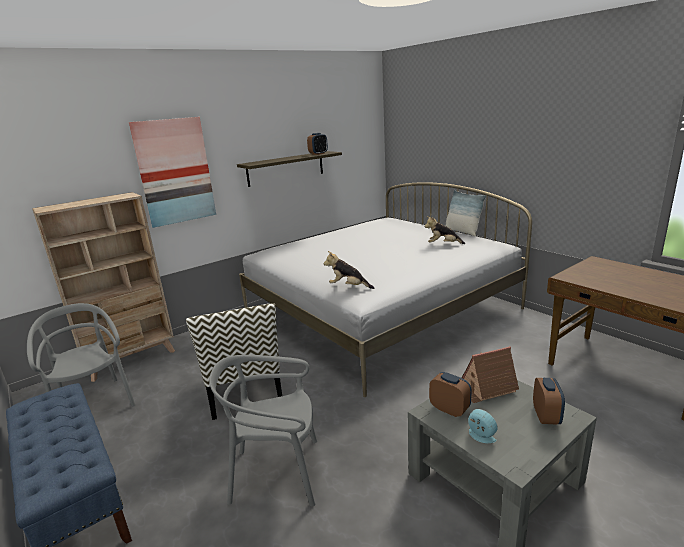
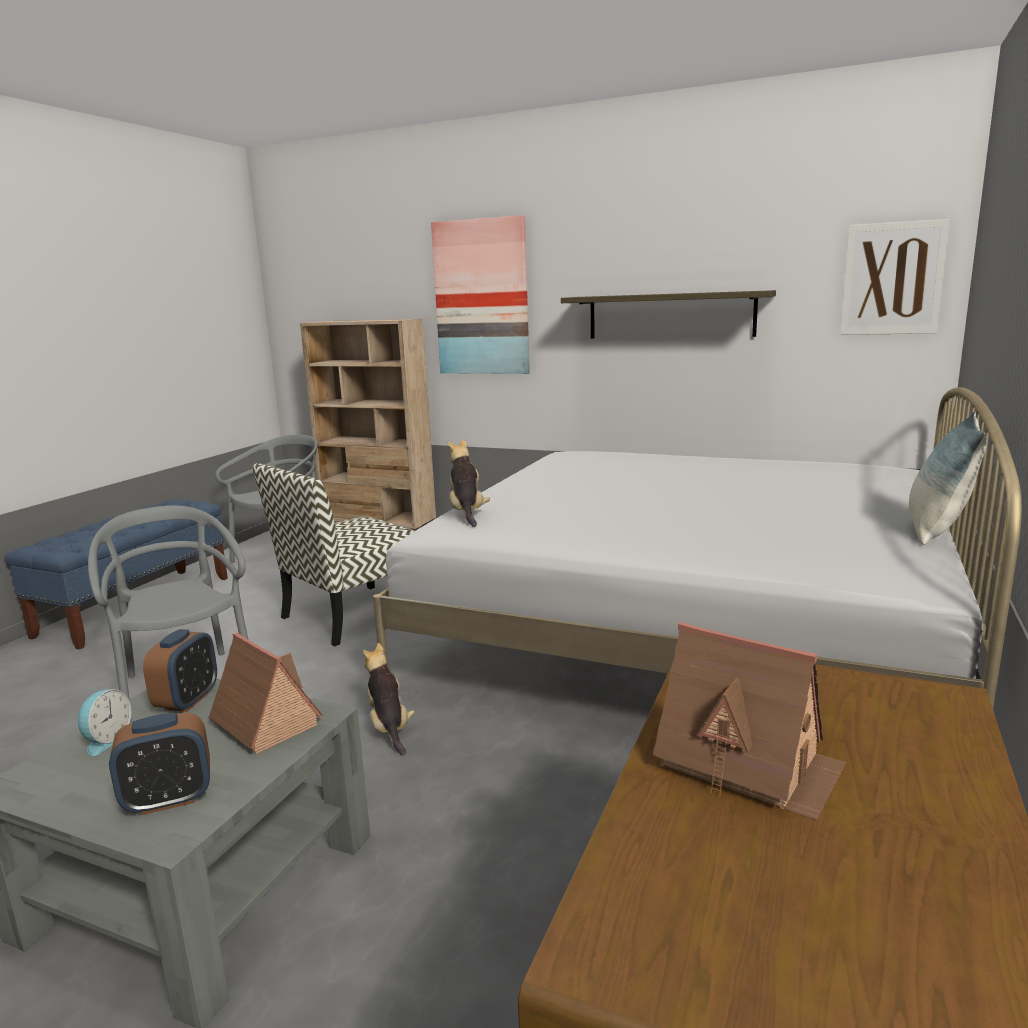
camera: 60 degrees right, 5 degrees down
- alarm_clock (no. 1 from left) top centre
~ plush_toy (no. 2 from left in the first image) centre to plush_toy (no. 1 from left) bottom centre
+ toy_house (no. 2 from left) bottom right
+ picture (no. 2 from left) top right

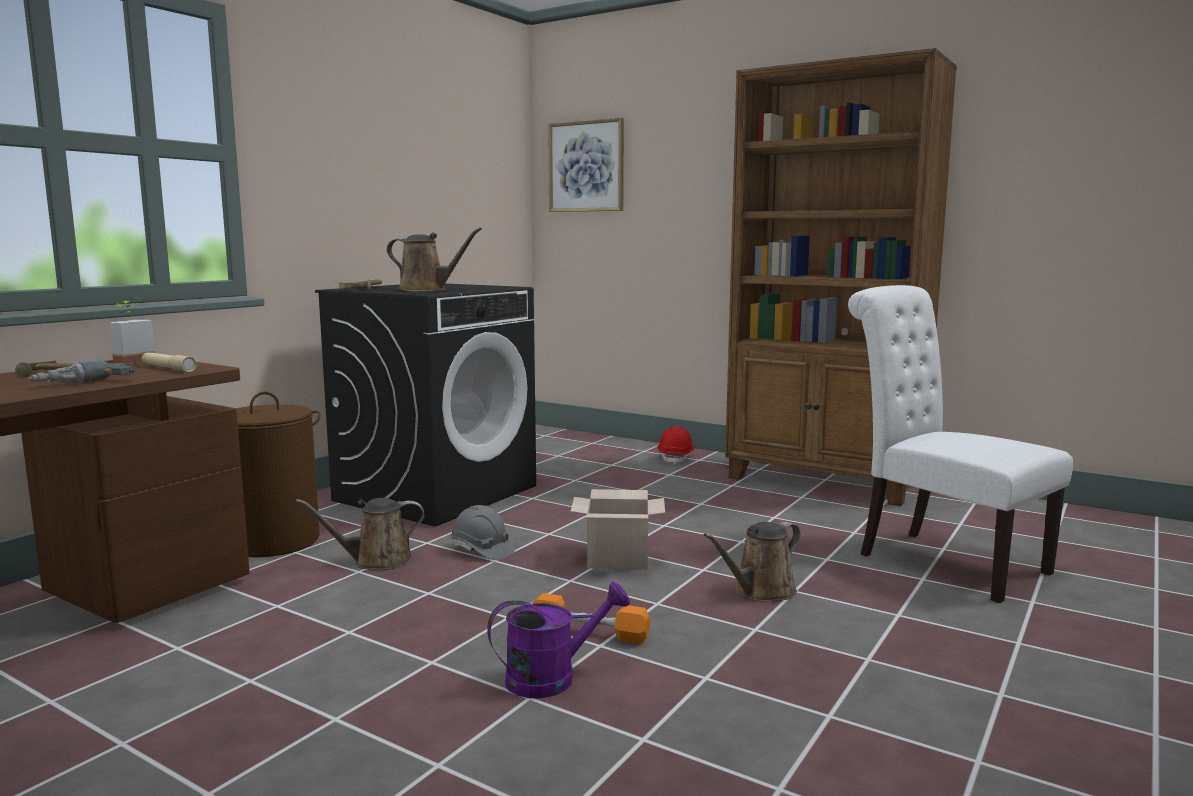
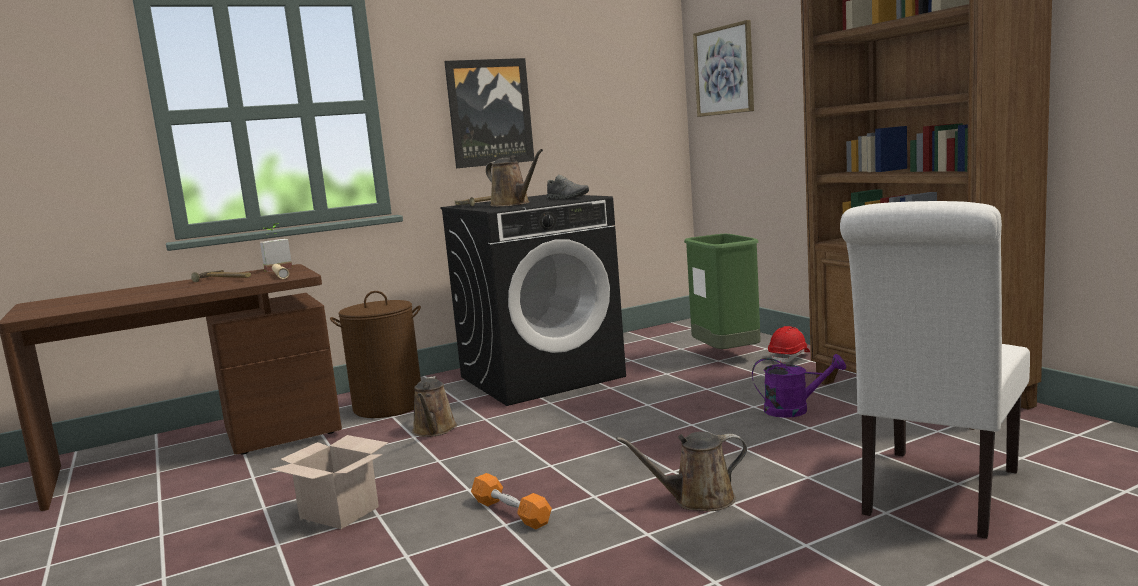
camera: 30 degrees right, 0 degrees up
- power_drill middle left
~ brown_watering_can (no. 1 from left) bottom left = bottom centre 105 degrees counterclockwise
- grey_hard_hat bottom centre
~ purple_watering_can bottom centre to middle right
~ cardboard_box centre to bottom left
~ white_chair middle right = middle right 135 degrees counterclockwise
+ picture (no. 1 from left) top centre
+ grey_shoe top centre
+ green_trash_can centre

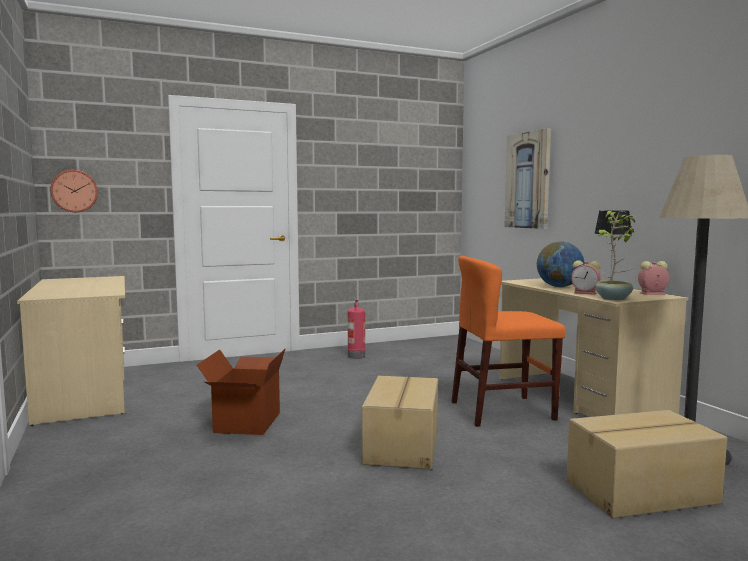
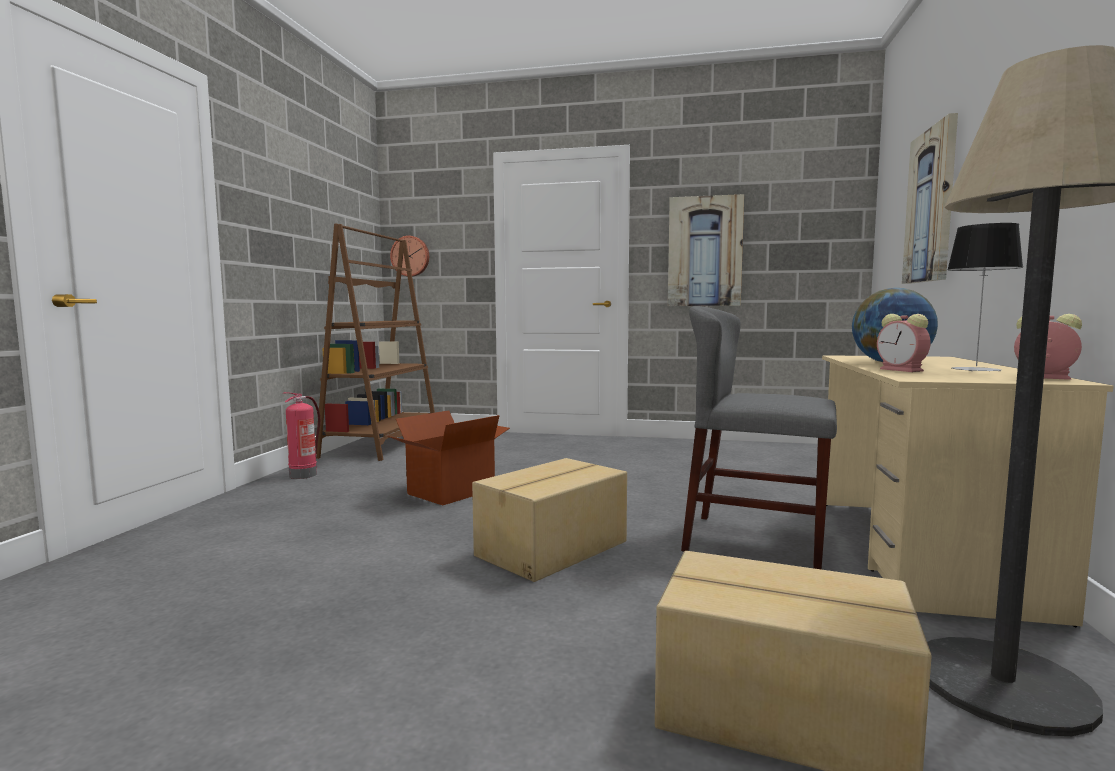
camera: 35 degrees right, 0 degrees up
~ beige_desk (no. 1 from left) middle left to brown_bookcase centre
~ fire_extinguisher centre to middle left
~ orange_chair middle right to grey_chair middle right
- potted_plant middle right
+ picture (no. 1 from left) top centre

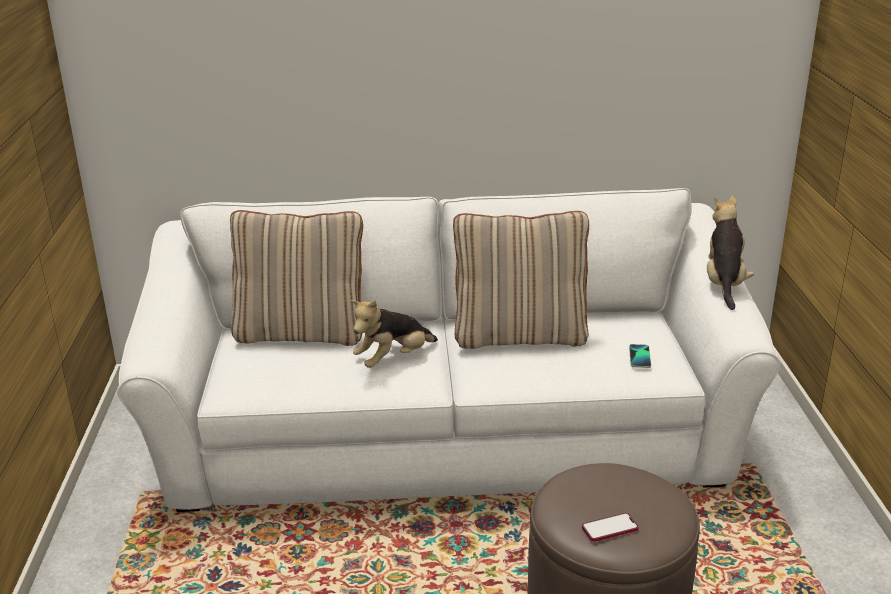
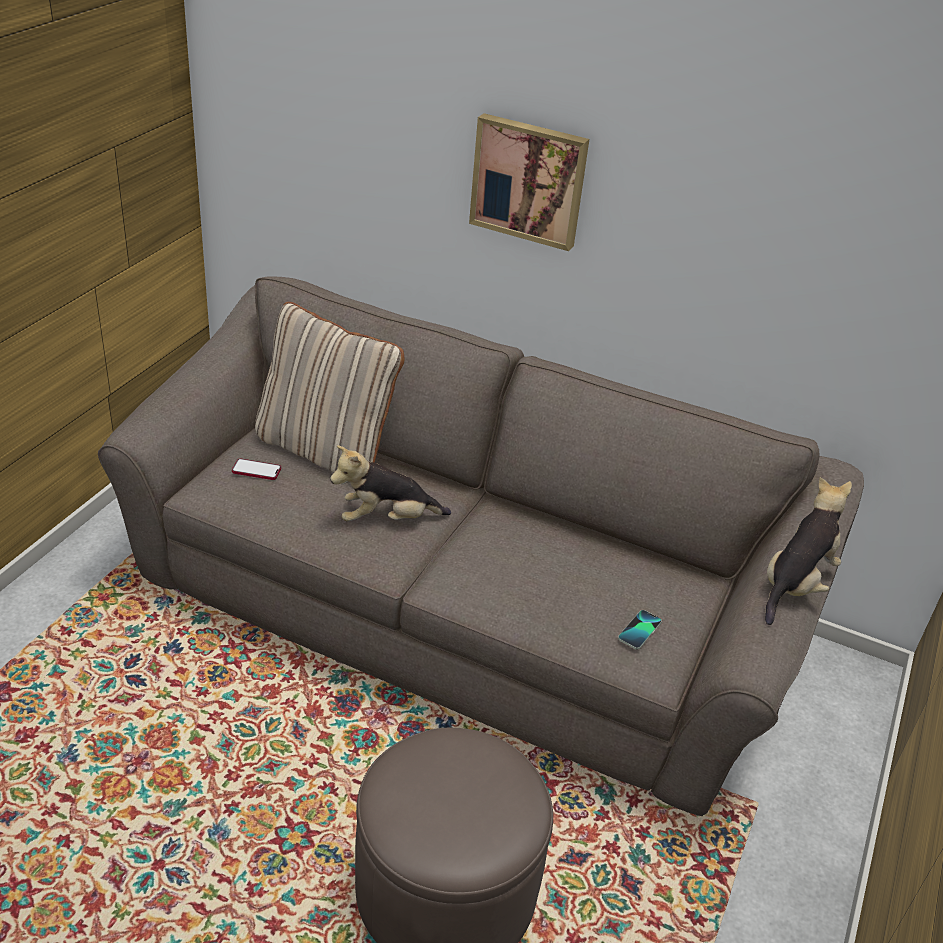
camera: 25 degrees right, 10 degrees up
~ white_sofa centre to brown_sofa centre
- beige_pillow (no. 2 from left) centre
~ phone (no. 1 from left) bottom right to middle left
+ picture top centre

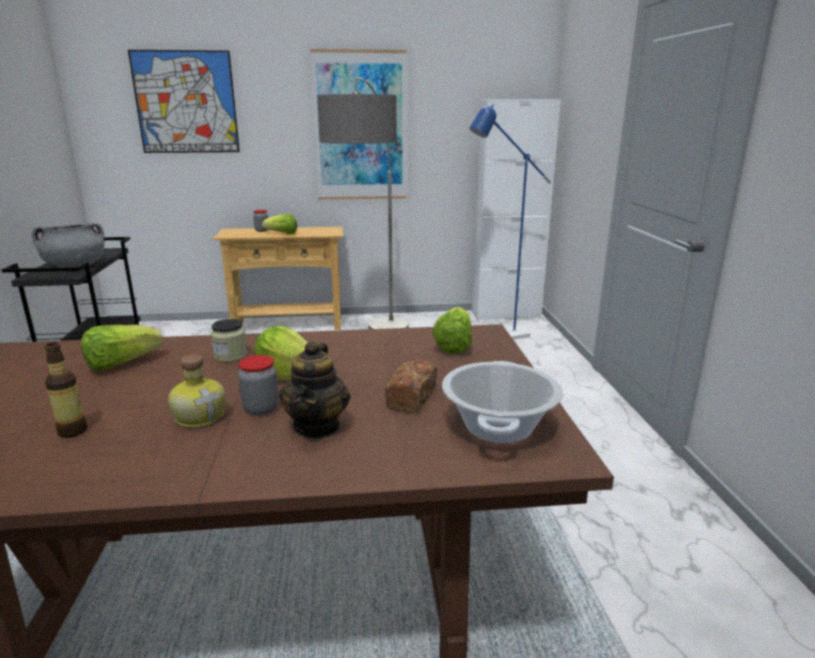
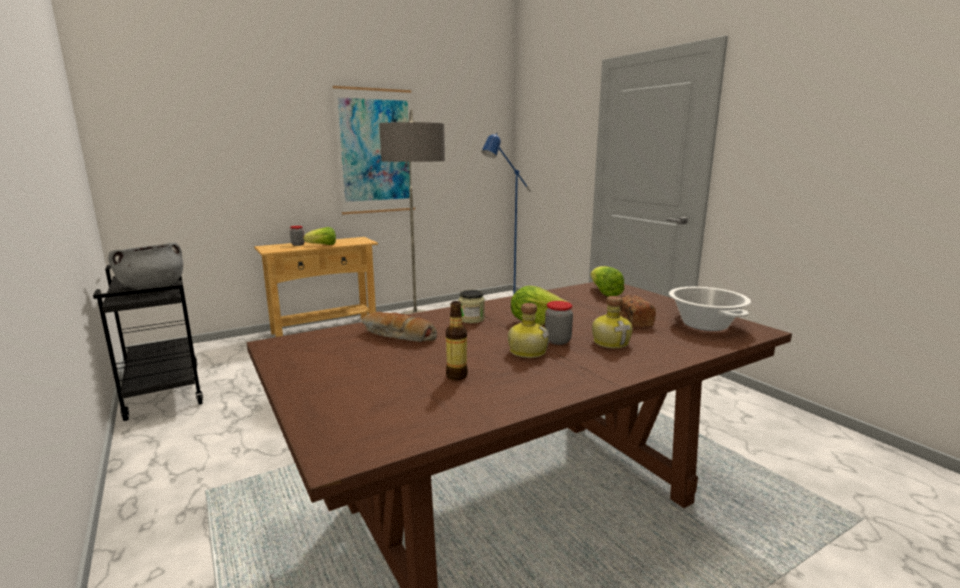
camera: 25 degrees left, 5 degrees down
~ lettuce (no. 1 from left) middle left to bread (no. 1 from left) centre
- picture (no. 1 from left) top left
~ teapot centre to bottle (no. 3 from left) centre
- white_cabinet top centre

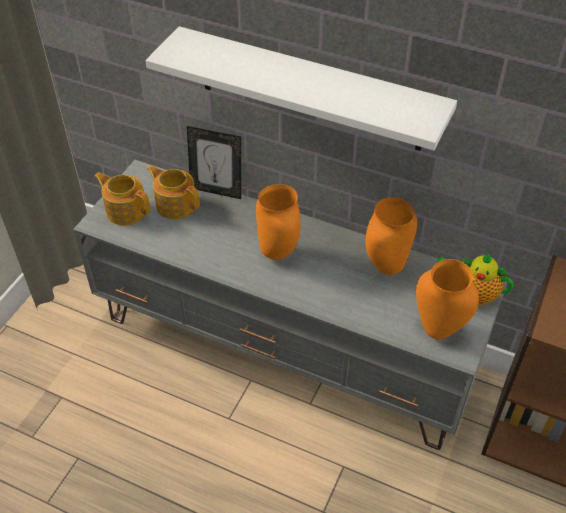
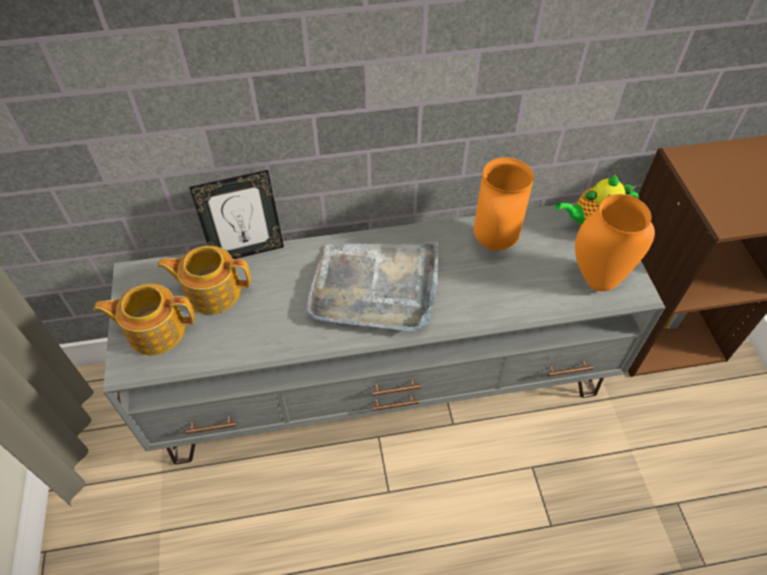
camera: 35 degrees left, 5 degrees up
- white_shelf top centre
~ orange_vase (no. 1 from left) centre to grey_tray centre

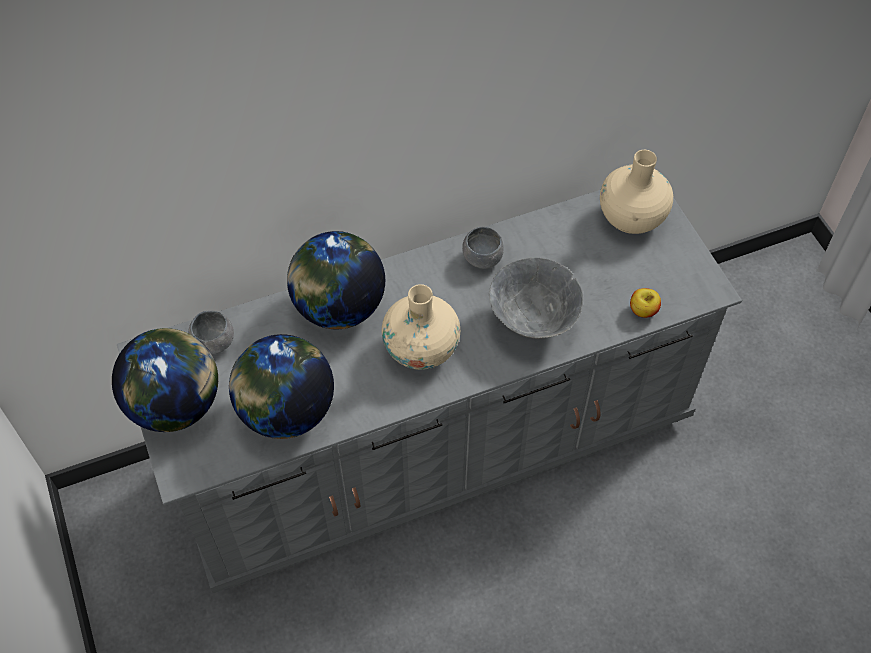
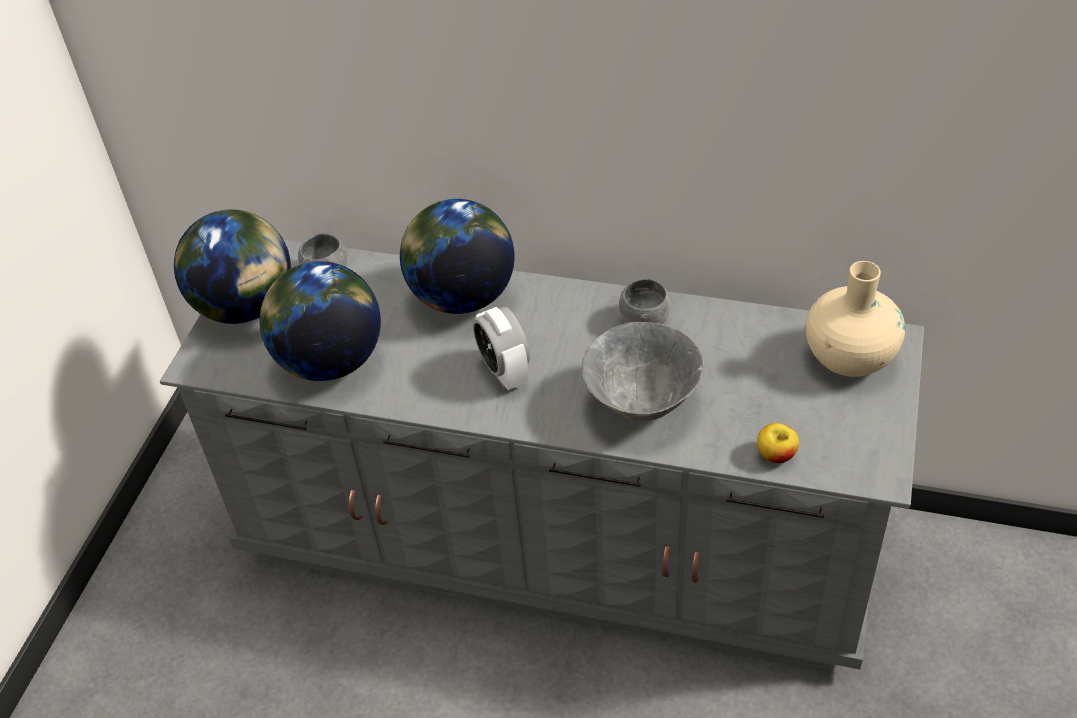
camera: 40 degrees right, 10 degrees down
~ beige_vase (no. 1 from left) centre to alarm_clock centre

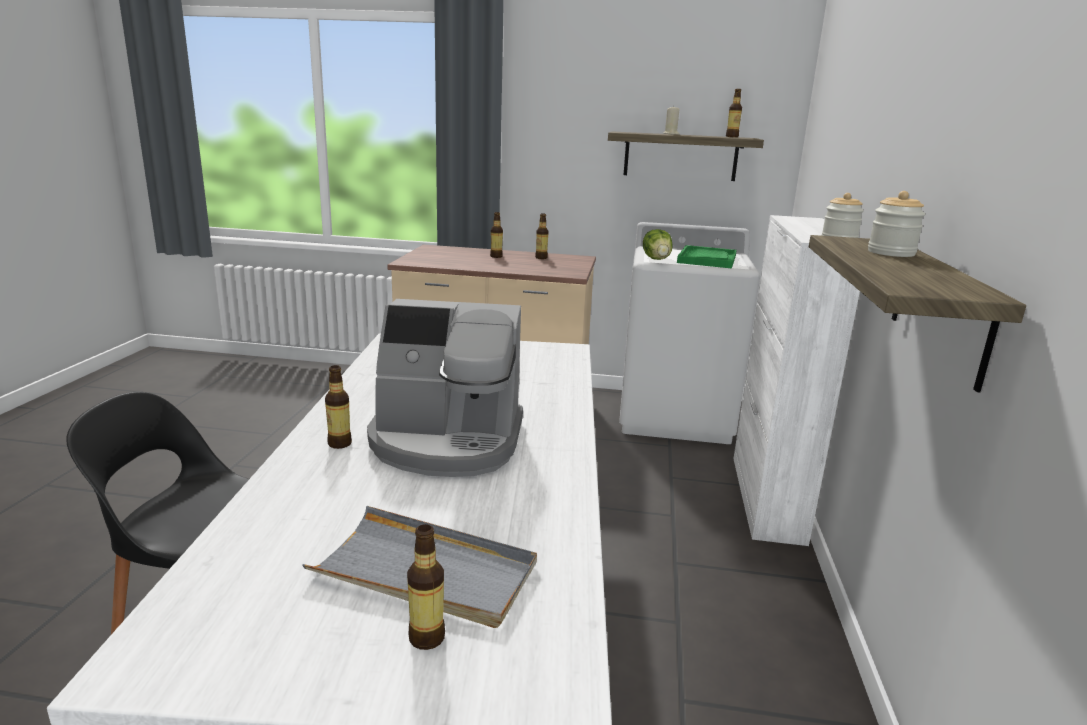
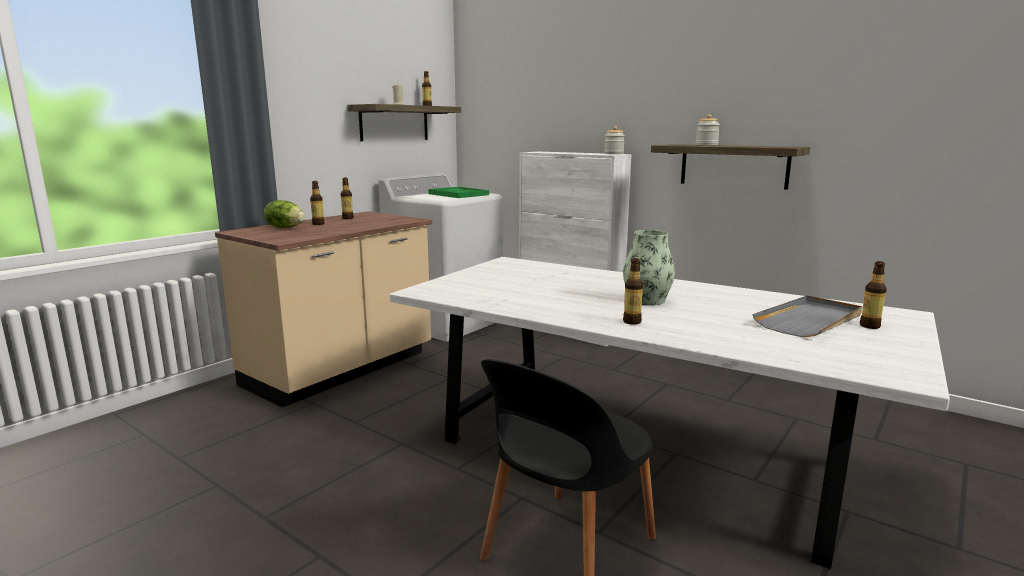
camera: 60 degrees left, 5 degrees down
~ coffee_machine centre to vase centre
~ lettuce centre to middle left

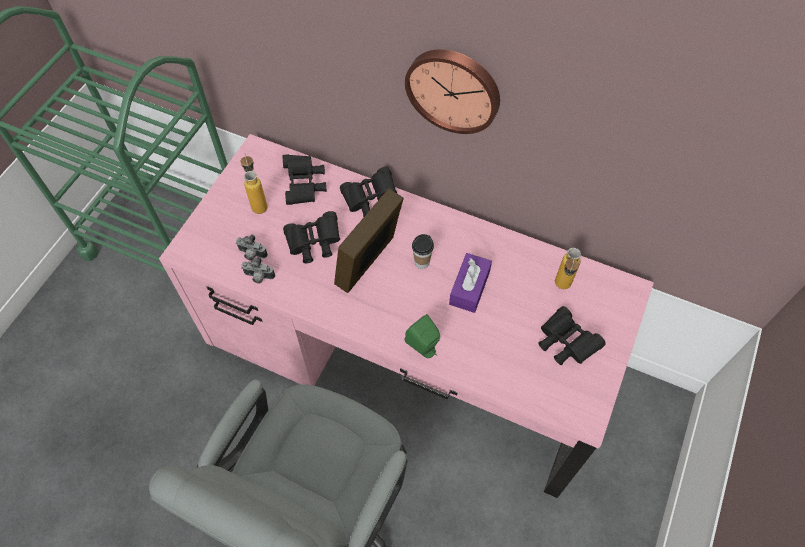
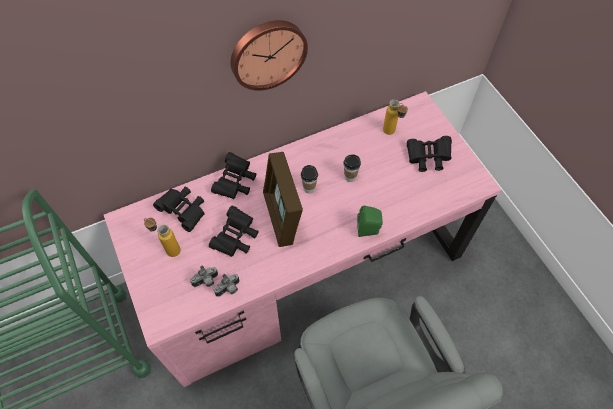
camera: 50 degrees left, 0 degrees up
~ purple_tissue_box centre to cup (no. 2 from left) centre

